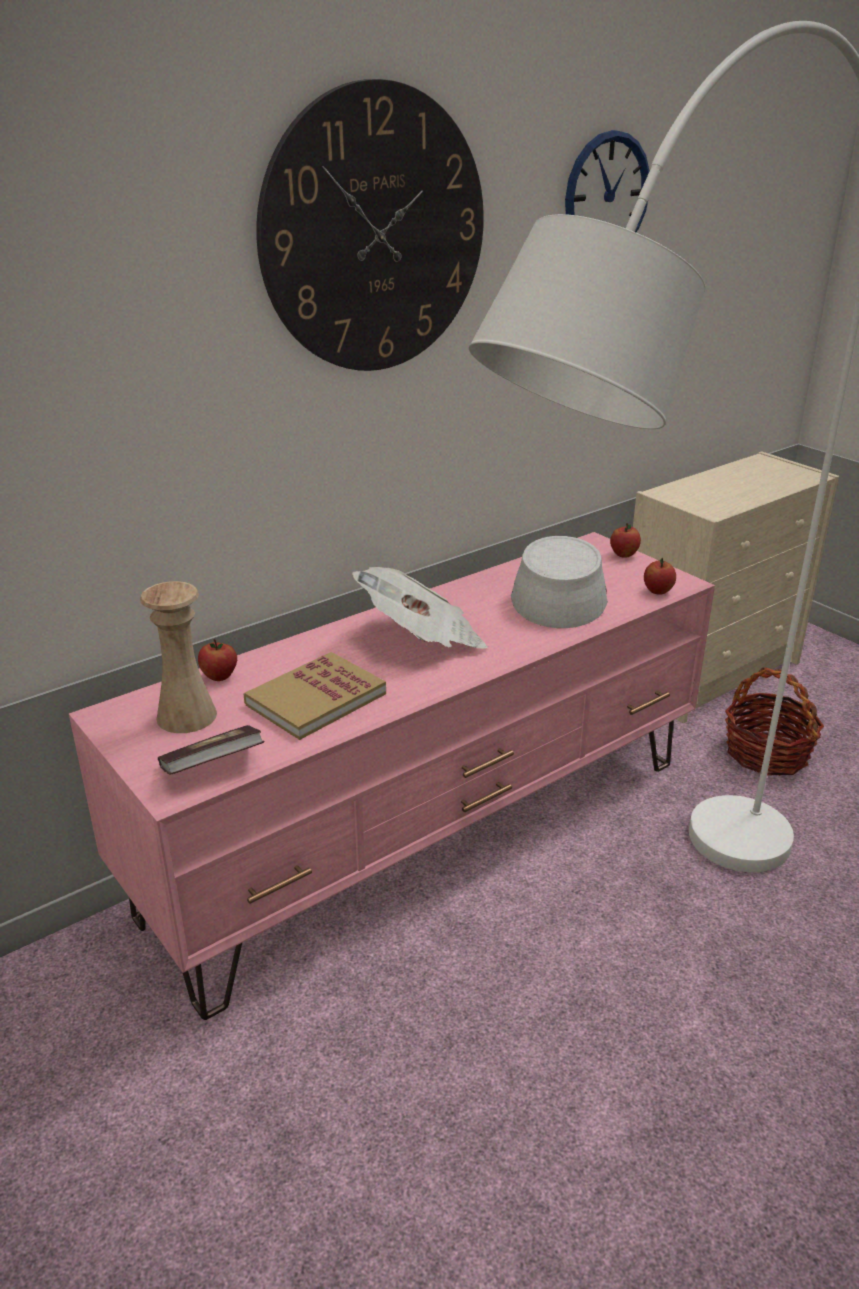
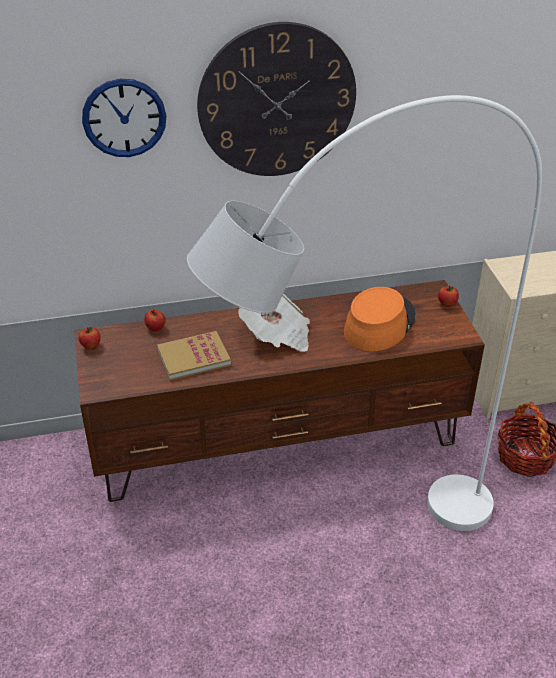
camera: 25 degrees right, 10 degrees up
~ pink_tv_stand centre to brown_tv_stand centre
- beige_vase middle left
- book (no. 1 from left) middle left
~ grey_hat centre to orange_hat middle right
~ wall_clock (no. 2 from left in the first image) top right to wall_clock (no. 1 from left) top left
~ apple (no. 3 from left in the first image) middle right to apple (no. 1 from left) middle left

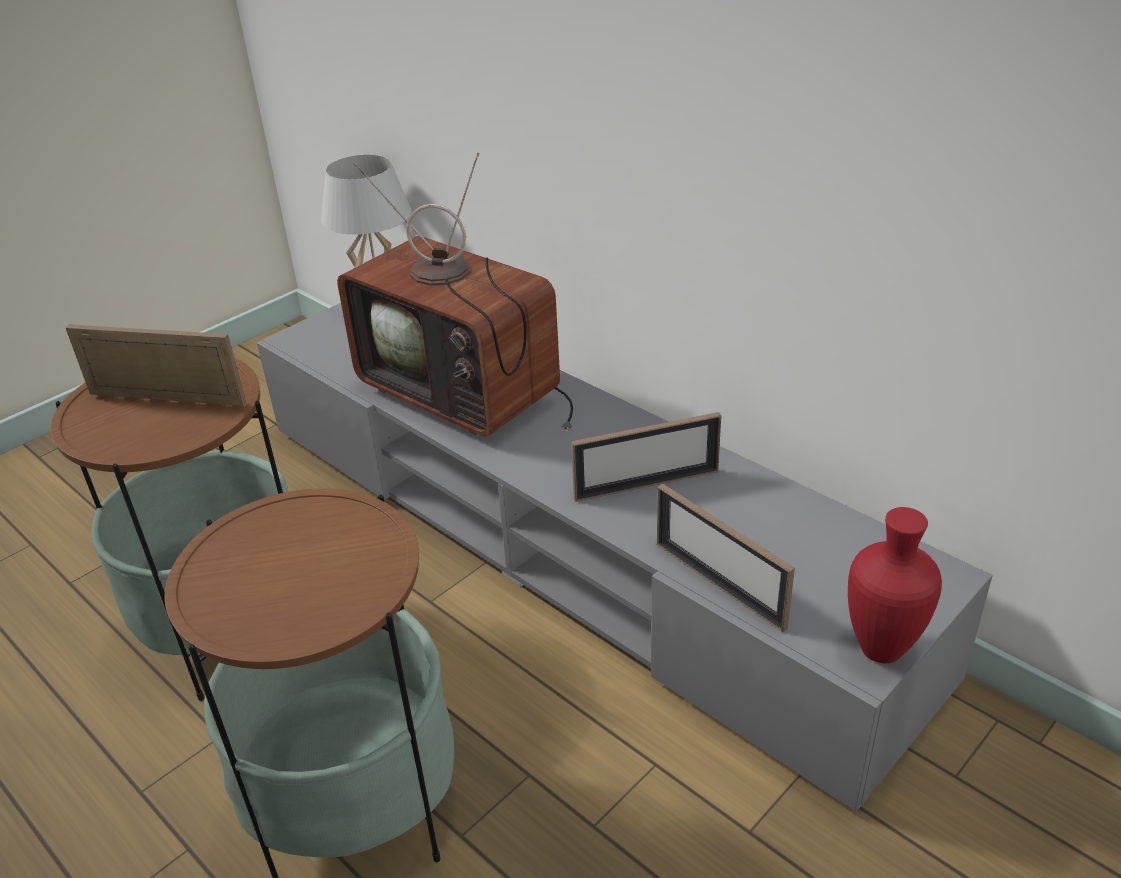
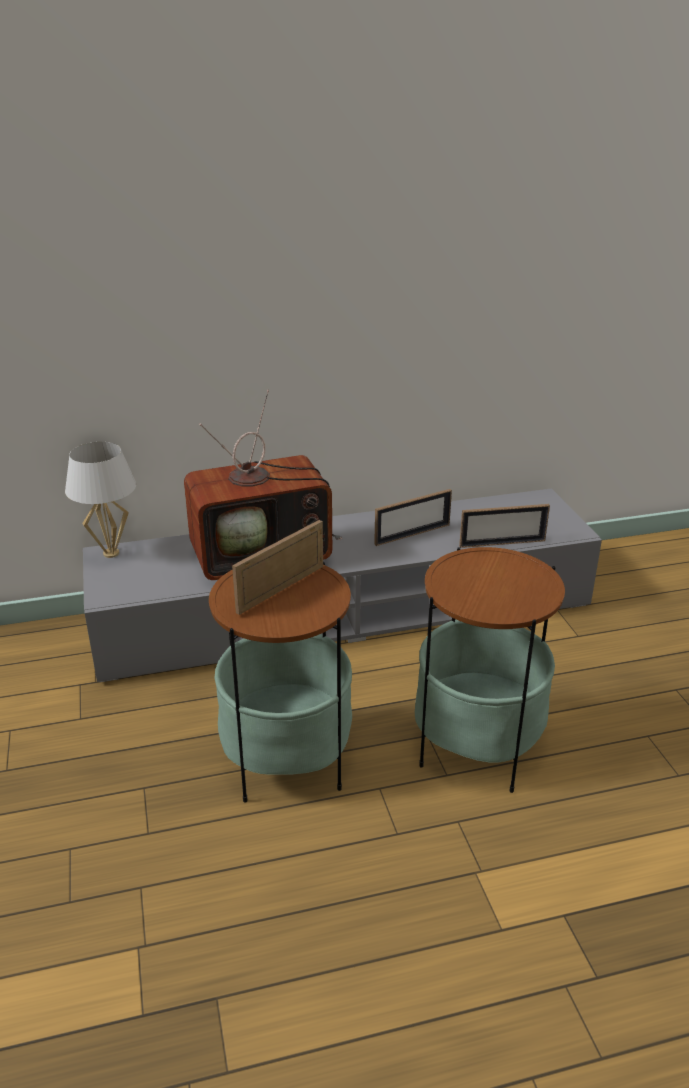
camera: 60 degrees left, 5 degrees down
~ picture_frame (no. 2 from left) centre = centre 45 degrees clockwise
- red_vase middle right

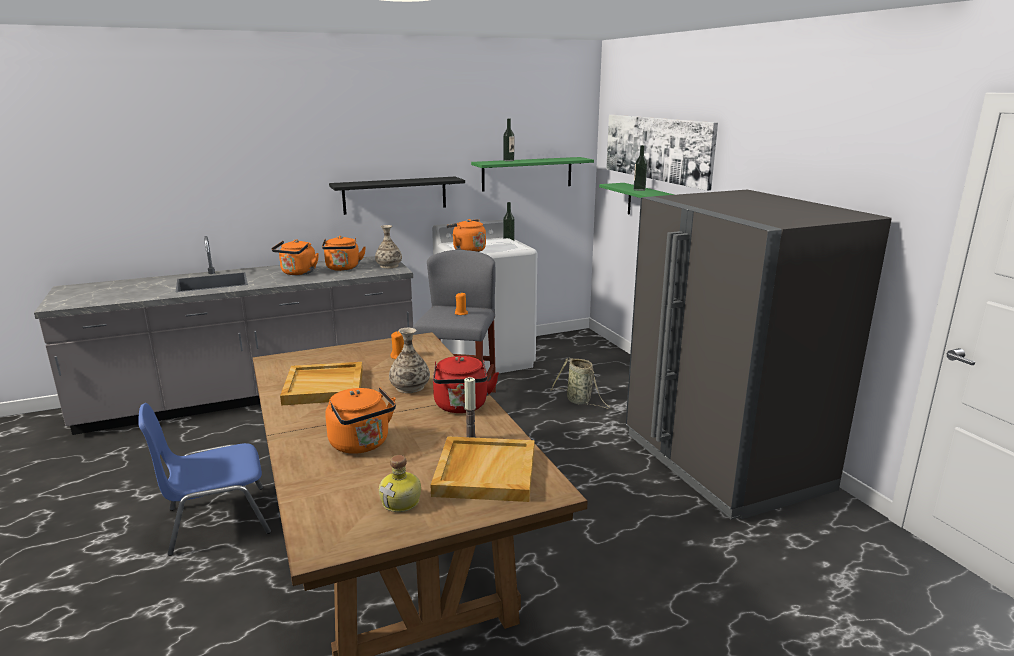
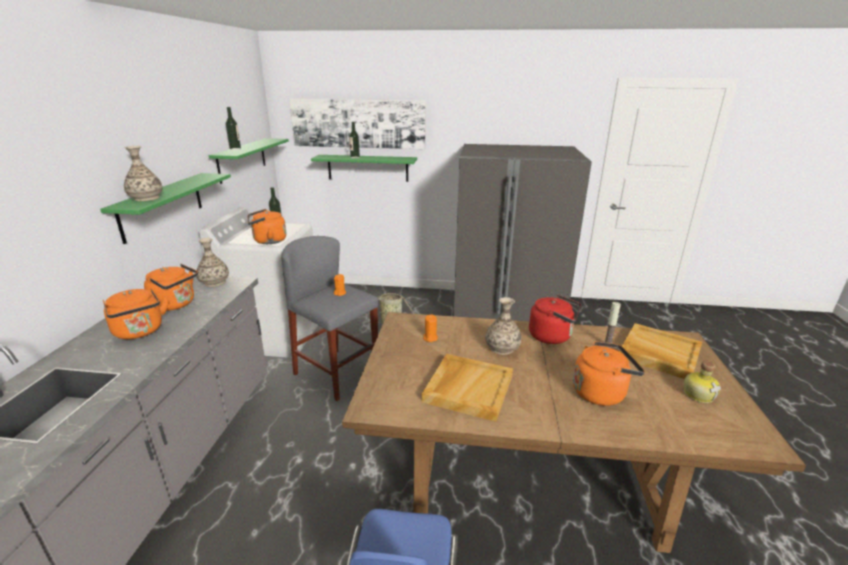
camera: 60 degrees left, 5 degrees up
~ black_shelf top centre to green_shelf (no. 1 from left) middle left
+ vase (no. 1 from left) top left

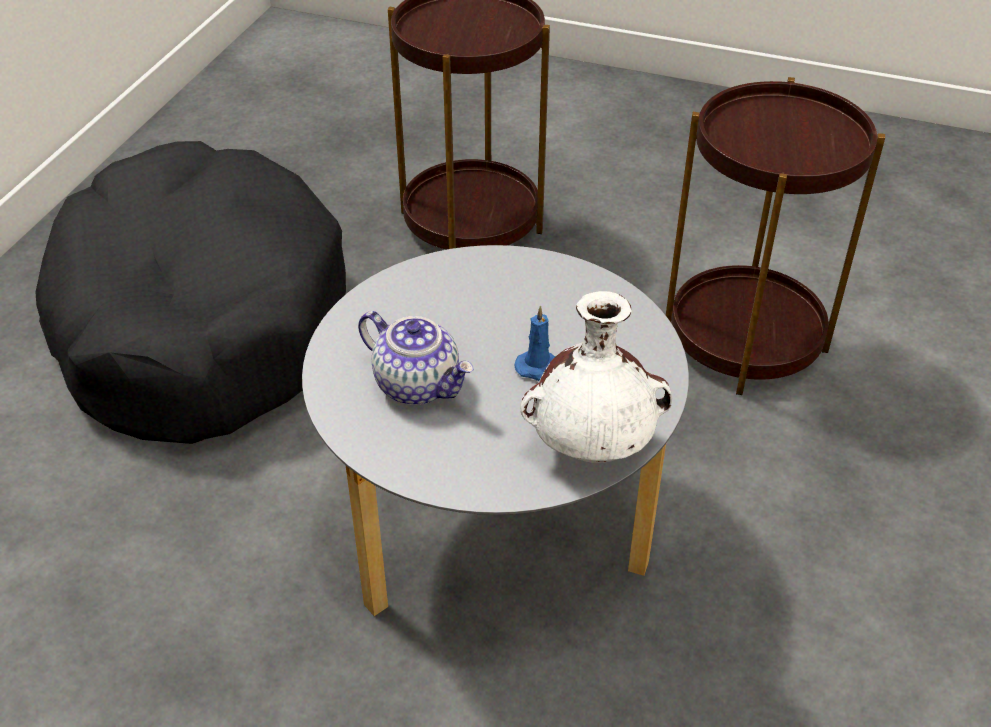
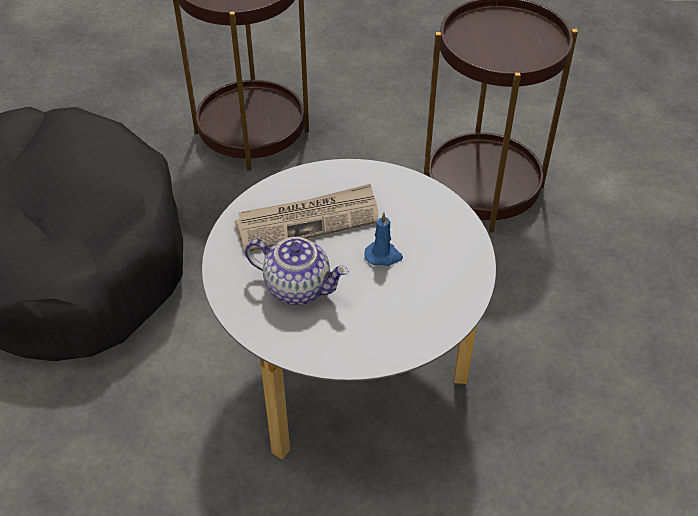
camera: 15 degrees left, 5 degrees up
- white_vase centre
+ newspaper centre

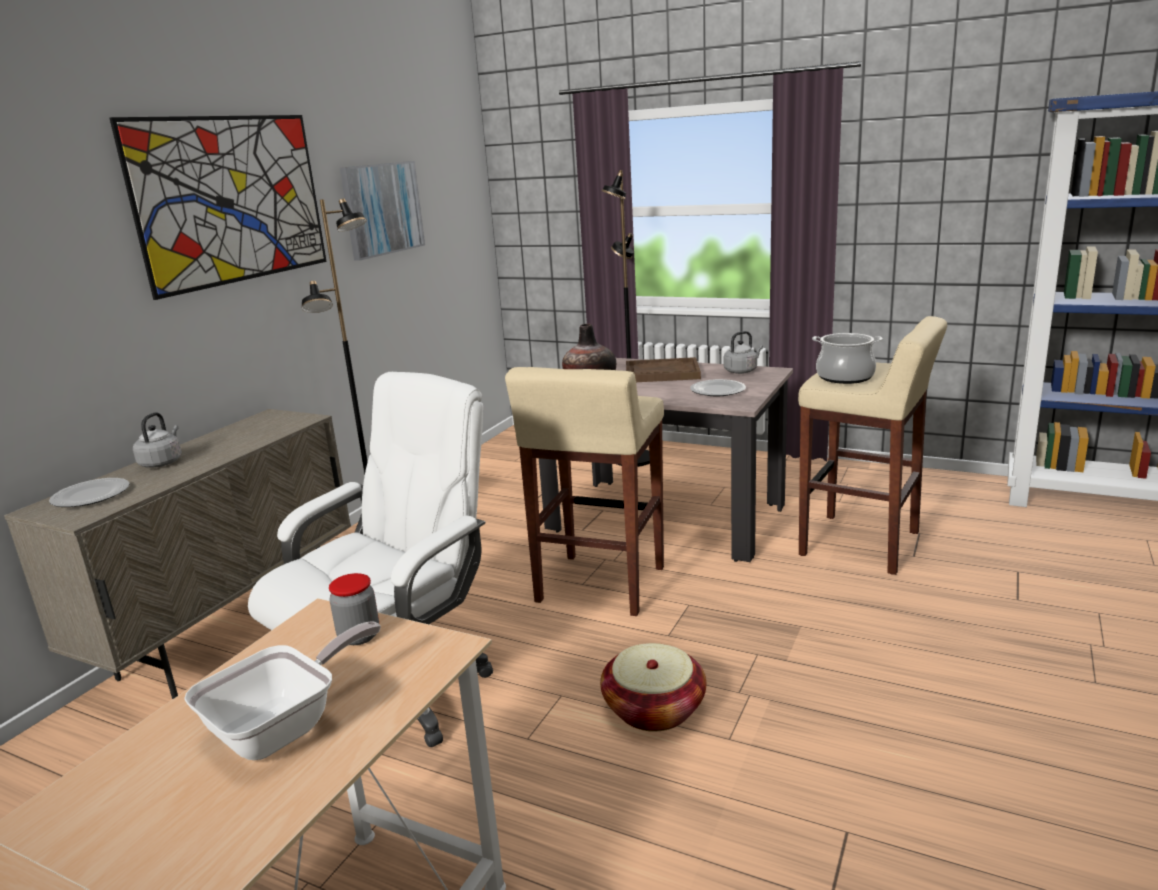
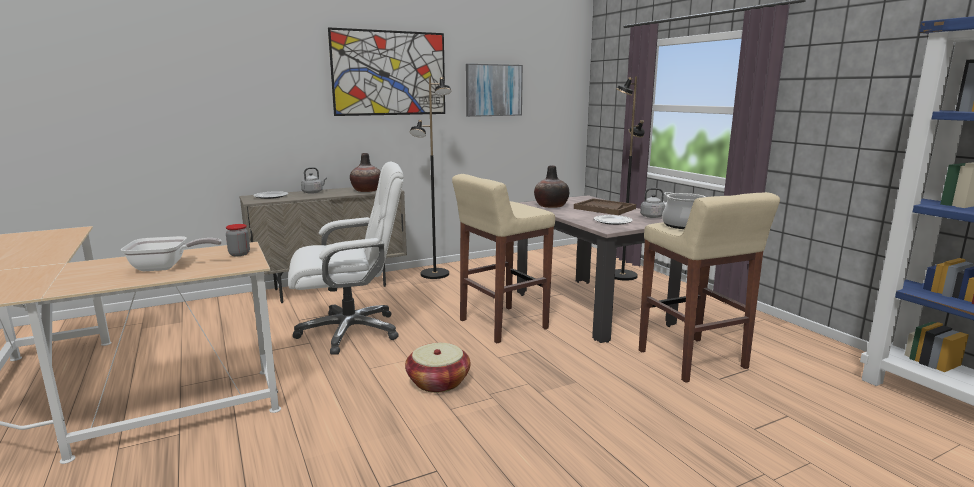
camera: 35 degrees right, 5 degrees down
+ vase (no. 1 from left) centre

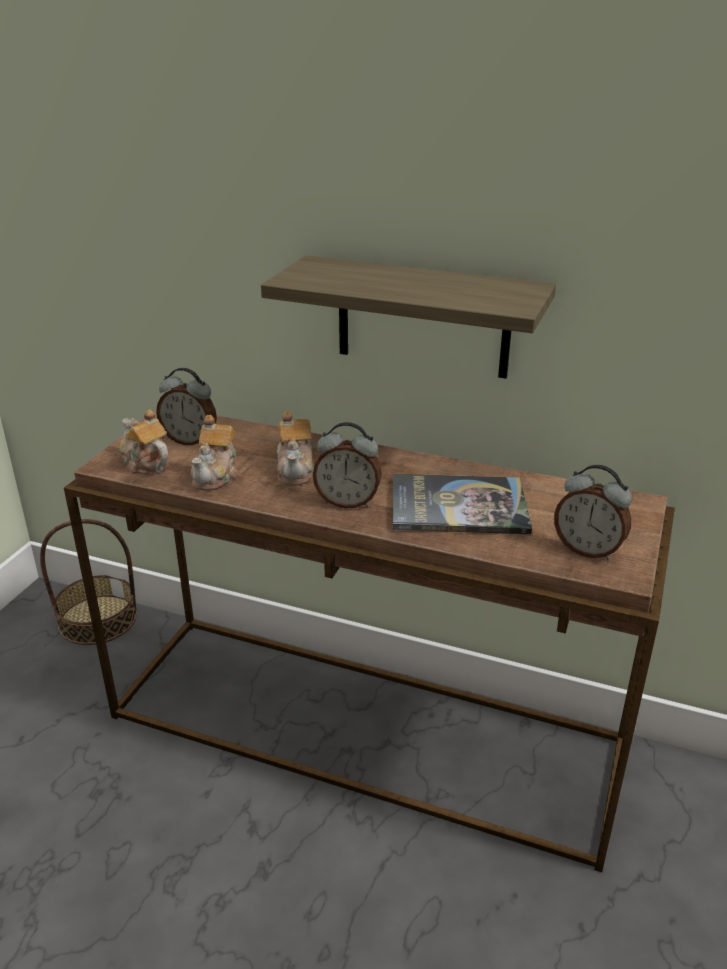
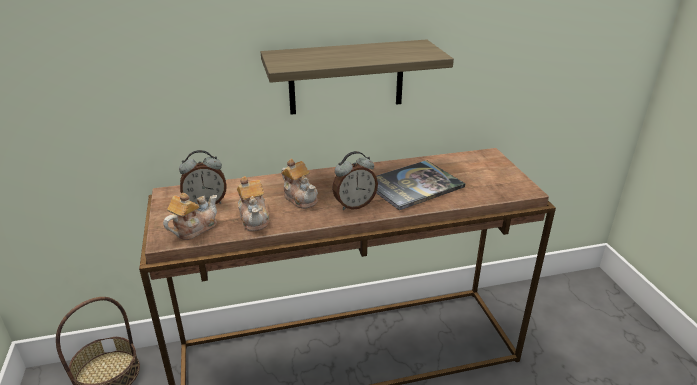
camera: 35 degrees left, 0 degrees up
~ teapot (no. 1 from left) middle left = middle left 120 degrees clockwise
- alarm_clock (no. 3 from left) middle right

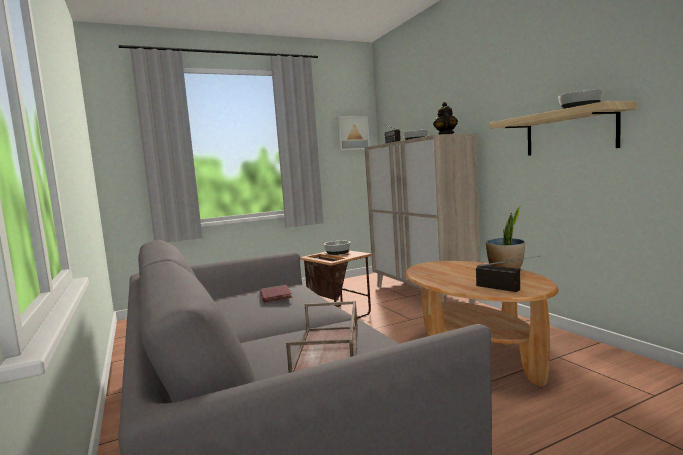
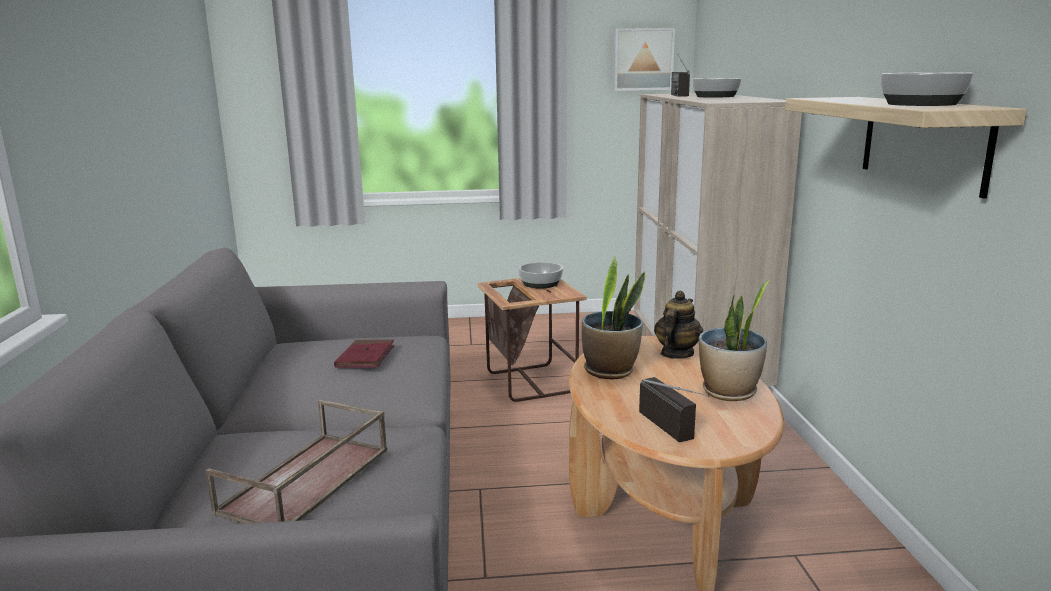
camera: 20 degrees right, 10 degrees up
~ teapot top centre to centre
+ potted_plant (no. 1 from left) centre

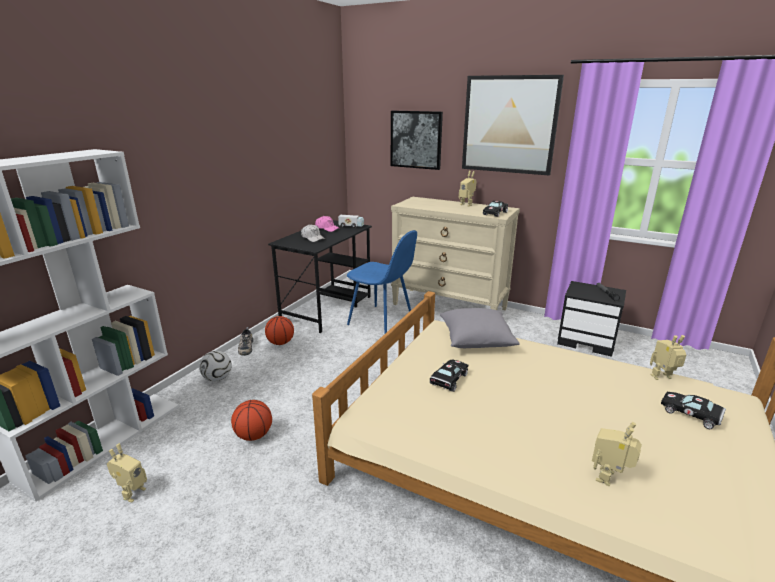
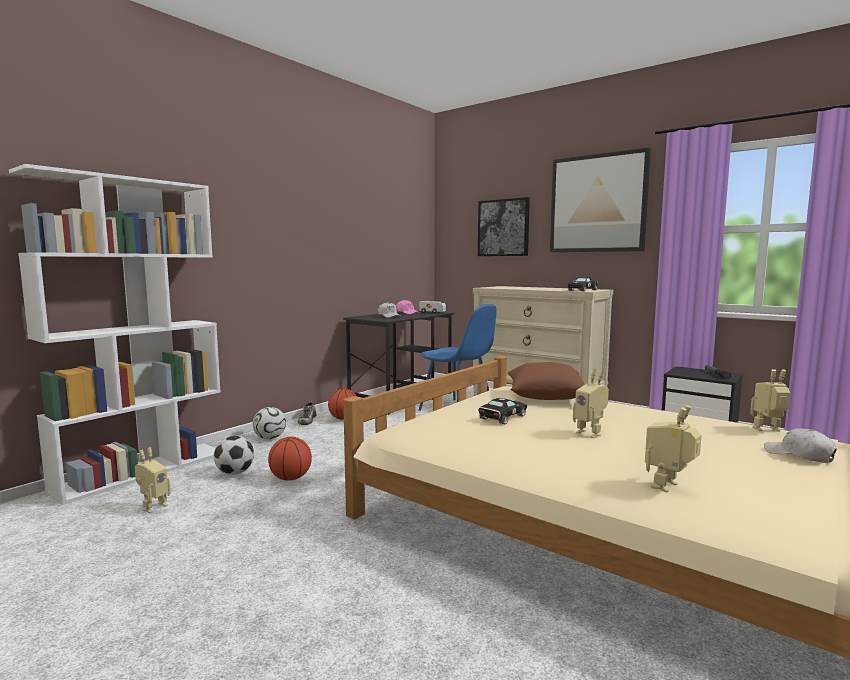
camera: 10 degrees right, 15 degrees down
~ grey_pillow centre to brown_pillow centre
~ toy_robot (no. 2 from left) top centre to middle right
~ black_toy_car (no. 3 from left) bottom right to white_cap (no. 2 from left) middle right
+ football (no. 1 from left) bottom left

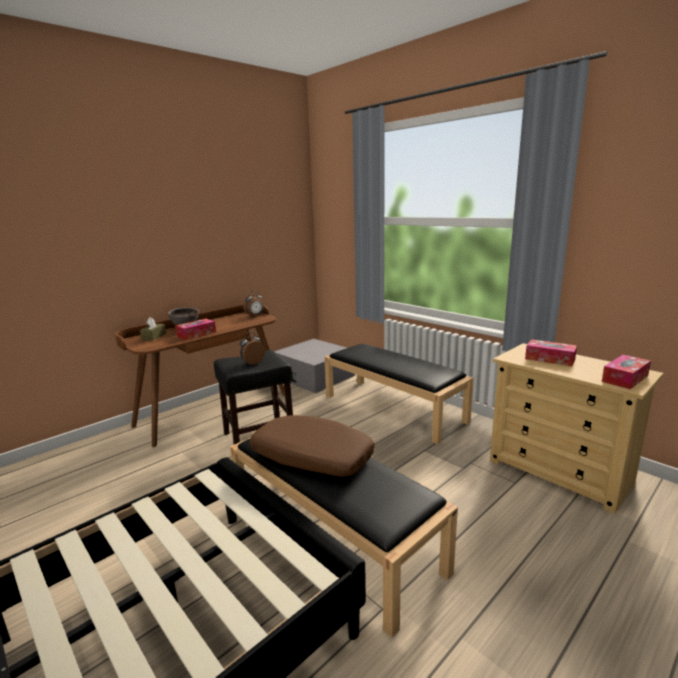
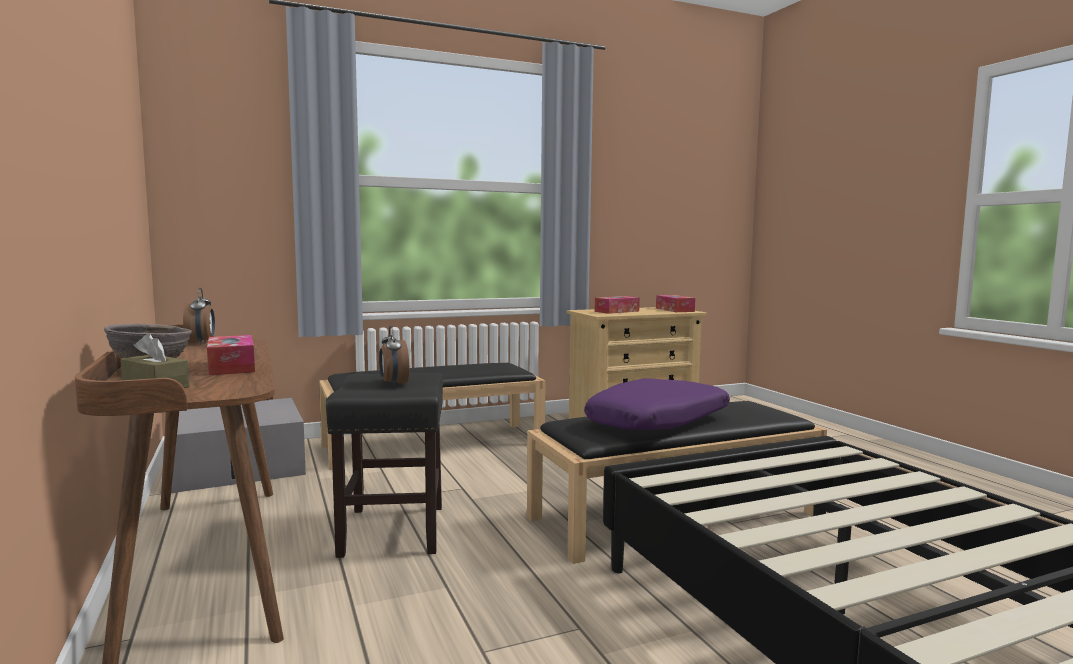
camera: 70 degrees left, 10 degrees down
~ brown_pillow centre to purple_pillow centre

